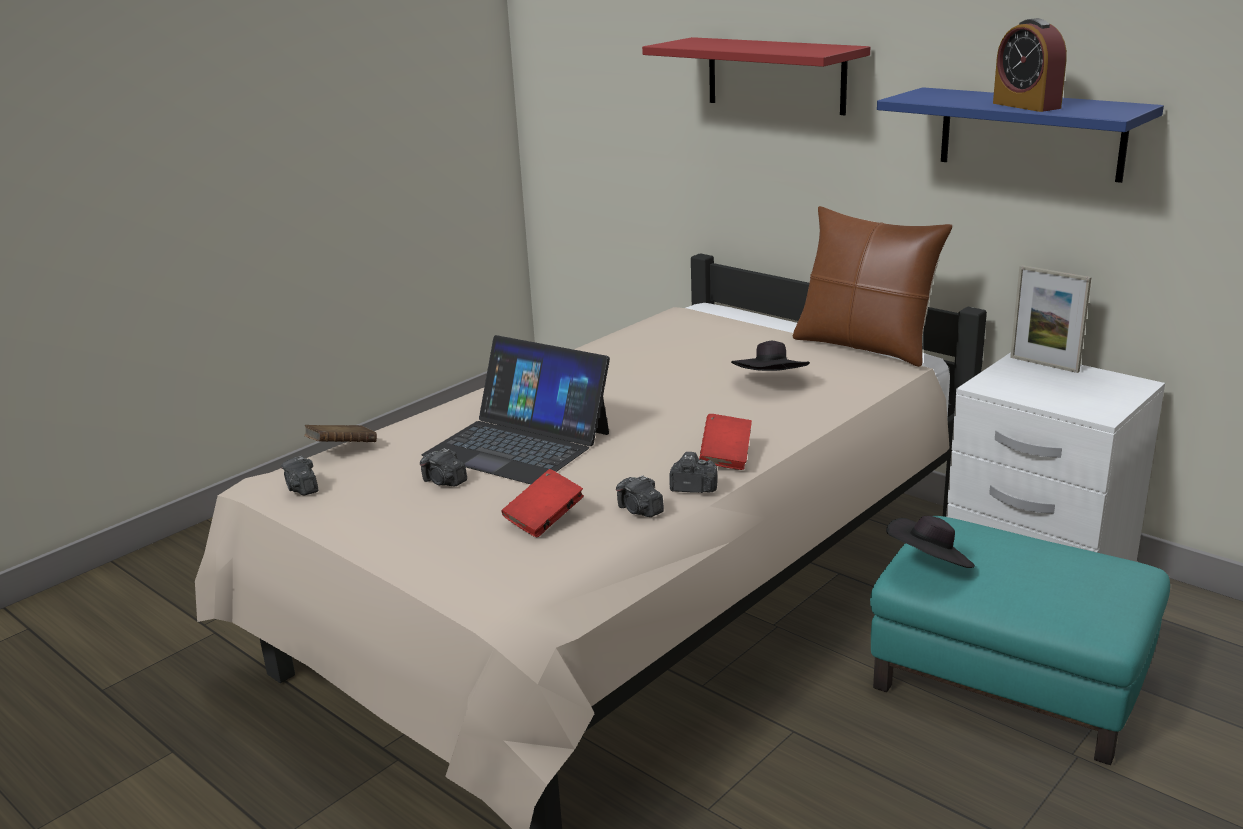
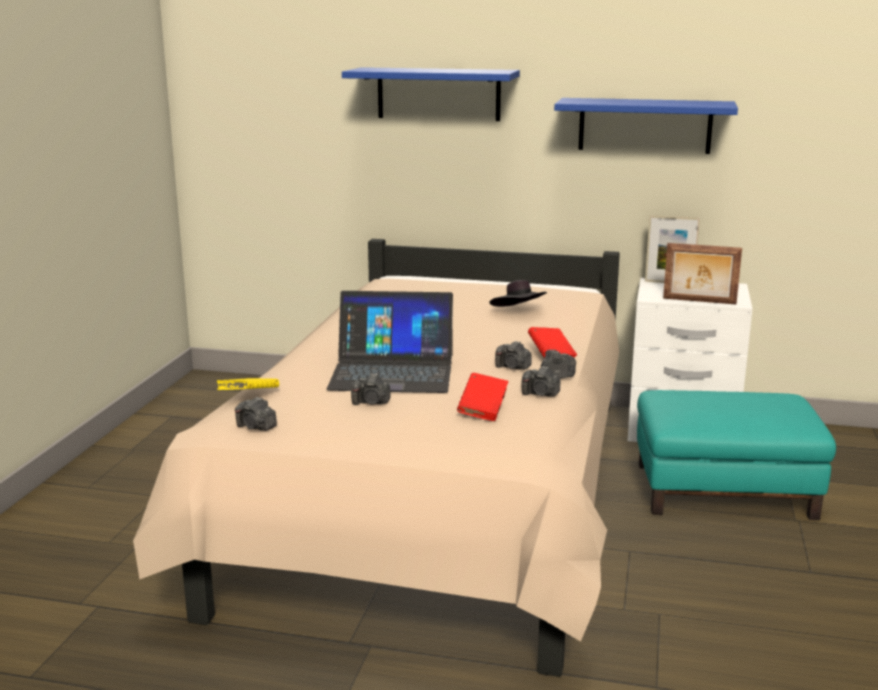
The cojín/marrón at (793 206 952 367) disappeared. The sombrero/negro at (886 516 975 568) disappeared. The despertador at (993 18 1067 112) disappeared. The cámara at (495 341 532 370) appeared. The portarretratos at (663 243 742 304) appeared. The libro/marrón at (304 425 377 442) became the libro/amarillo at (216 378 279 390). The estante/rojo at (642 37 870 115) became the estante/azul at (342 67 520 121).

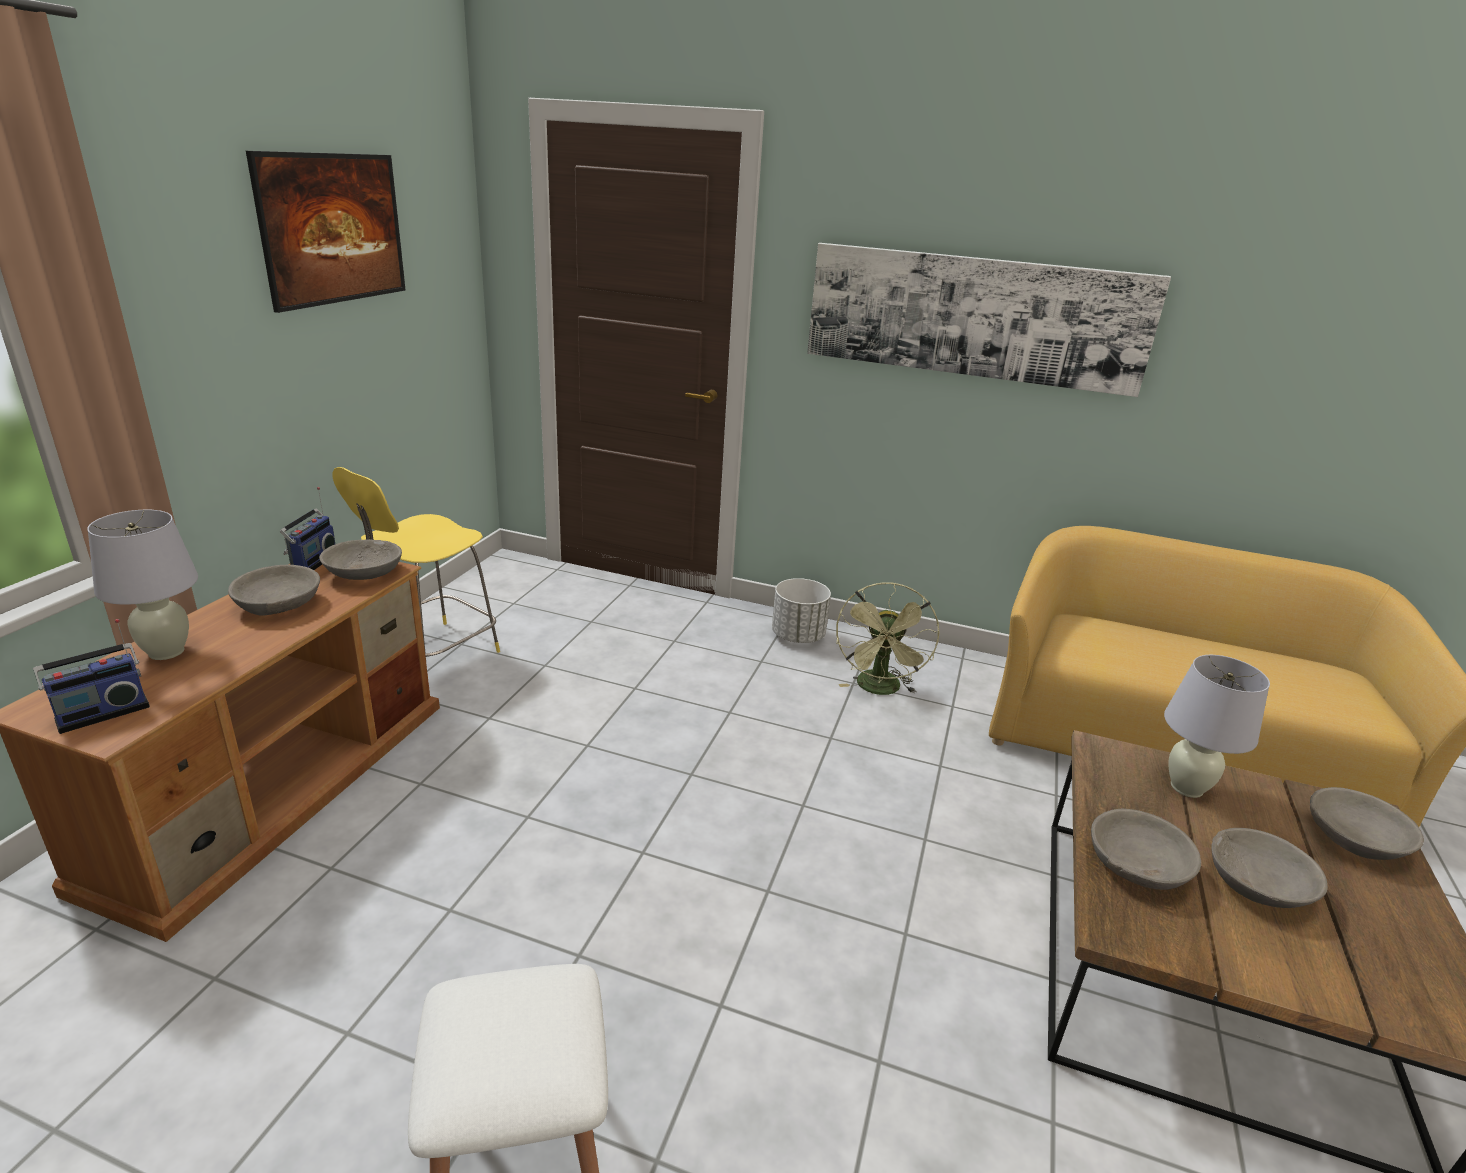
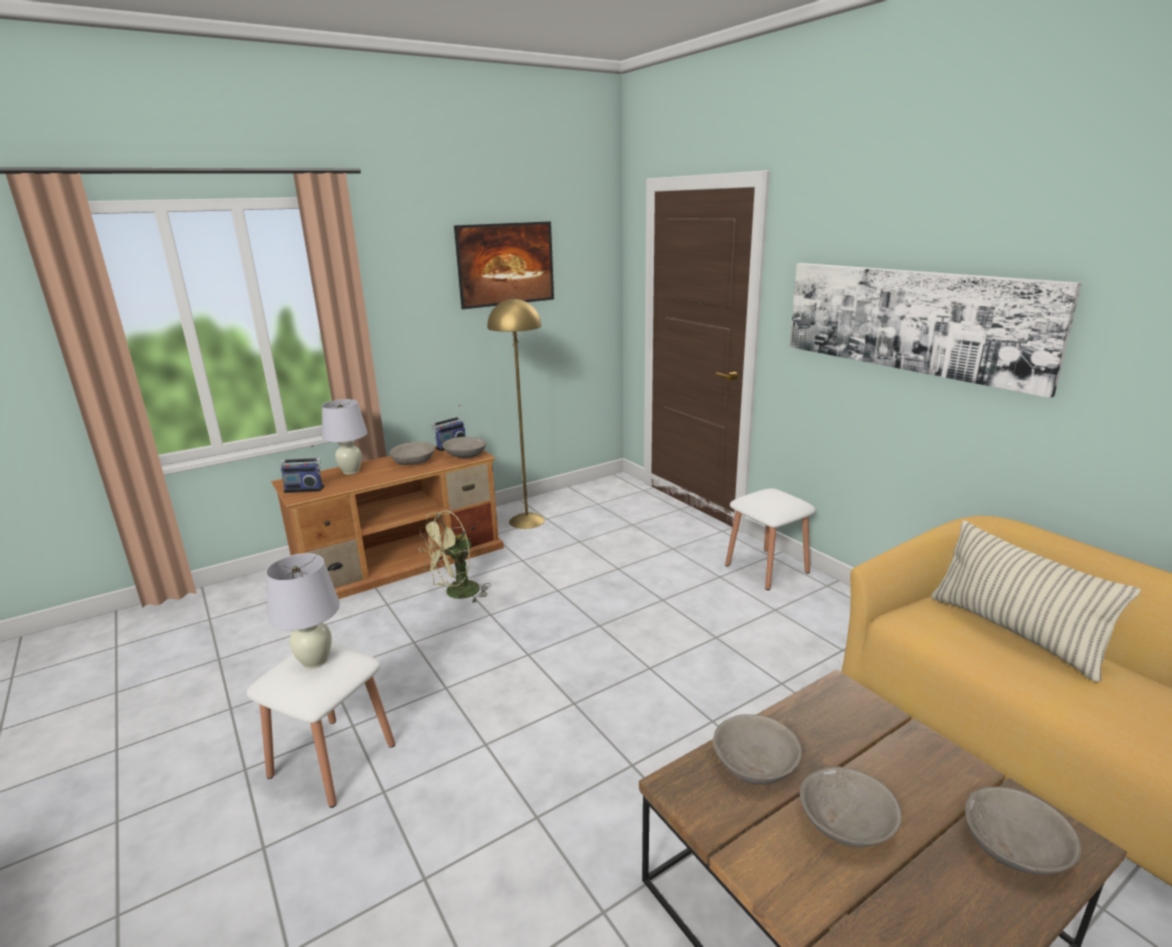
The cojín at (931 520 1141 682) appeared. The ventilador/verde moved from (836 582 940 695) to (419 510 491 602). The lámpara de mesa/blanco moved from (1164 655 1270 798) to (266 553 340 669). The taburete/amarillo at (333 467 500 657) was replaced by the lámpara de pie/amarillo at (487 297 545 529). The maceta/blanco at (772 578 831 643) was replaced by the taburete/blanco at (725 488 816 590).

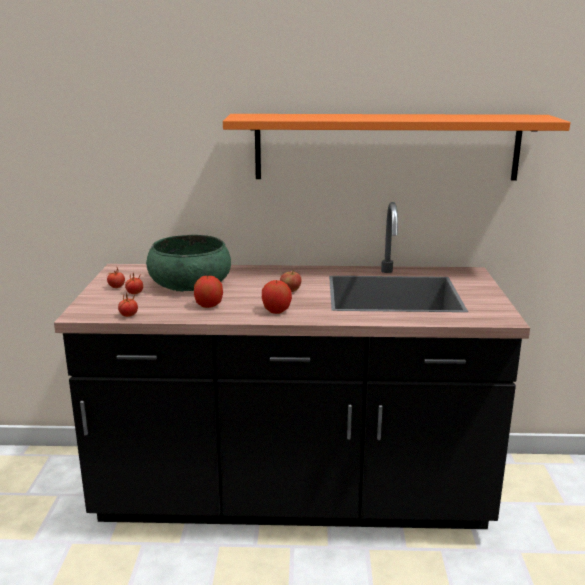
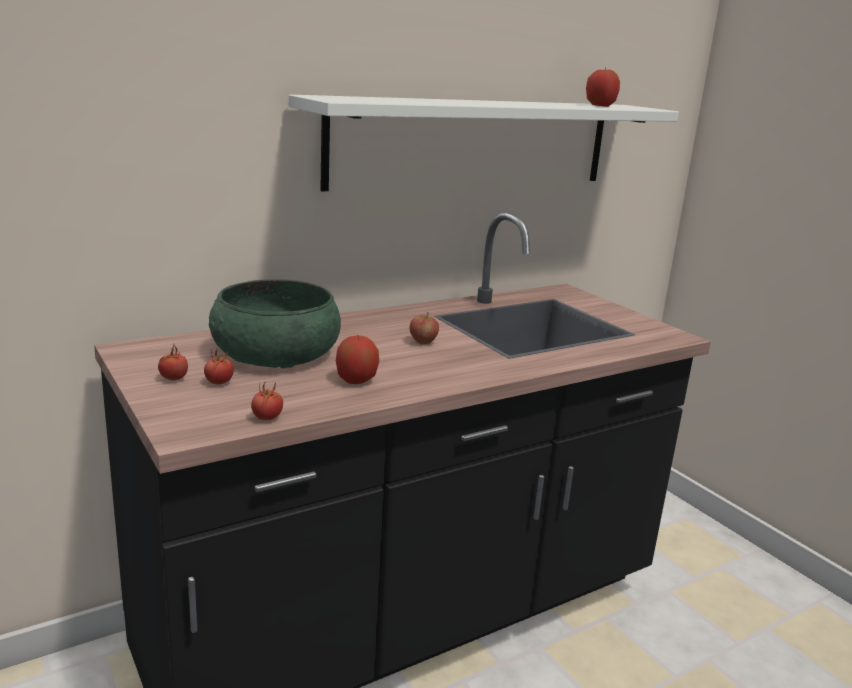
The manzana moved from (262 280 292 314) to (586 68 620 107). The estante/naranja at (223 114 570 181) became the estante/blanco at (289 95 679 191).

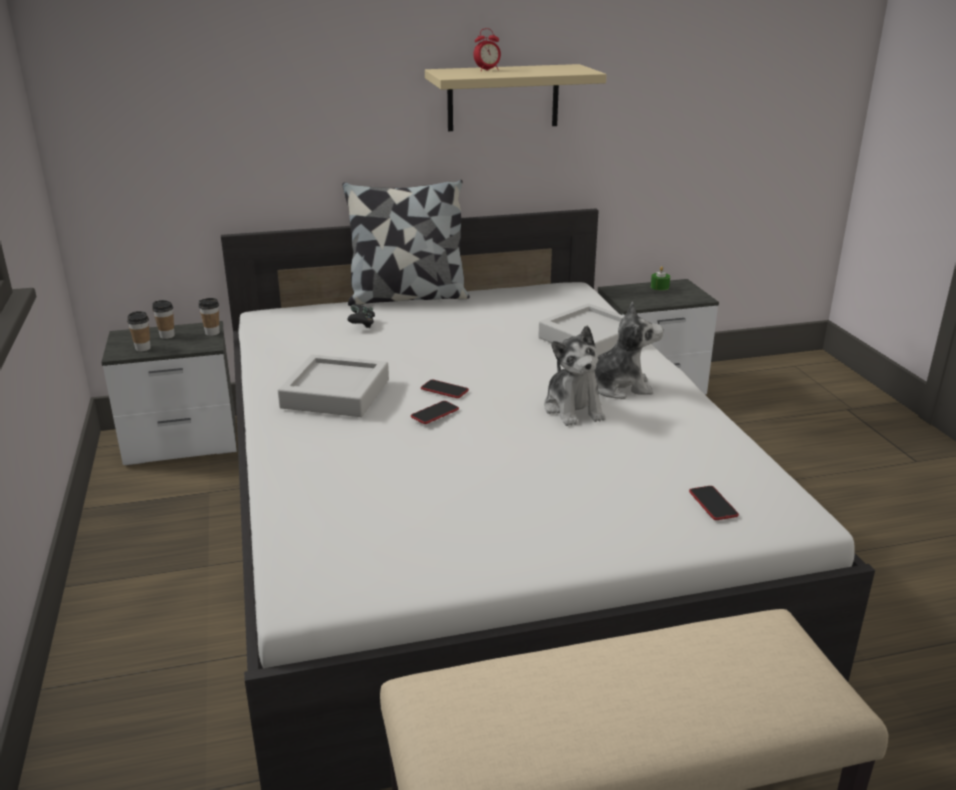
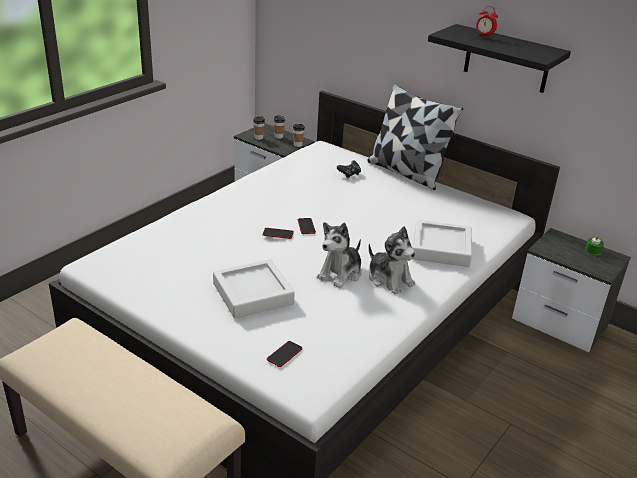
The bandeja/gris moved from (278 355 389 417) to (213 259 295 318). The estante/beis at (425 64 607 131) became the estante/negro at (428 24 571 93).

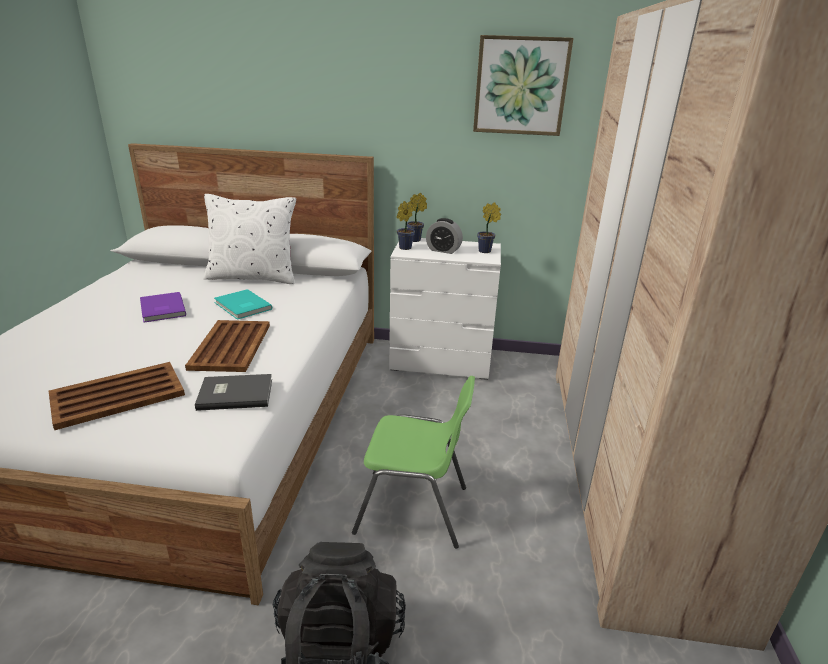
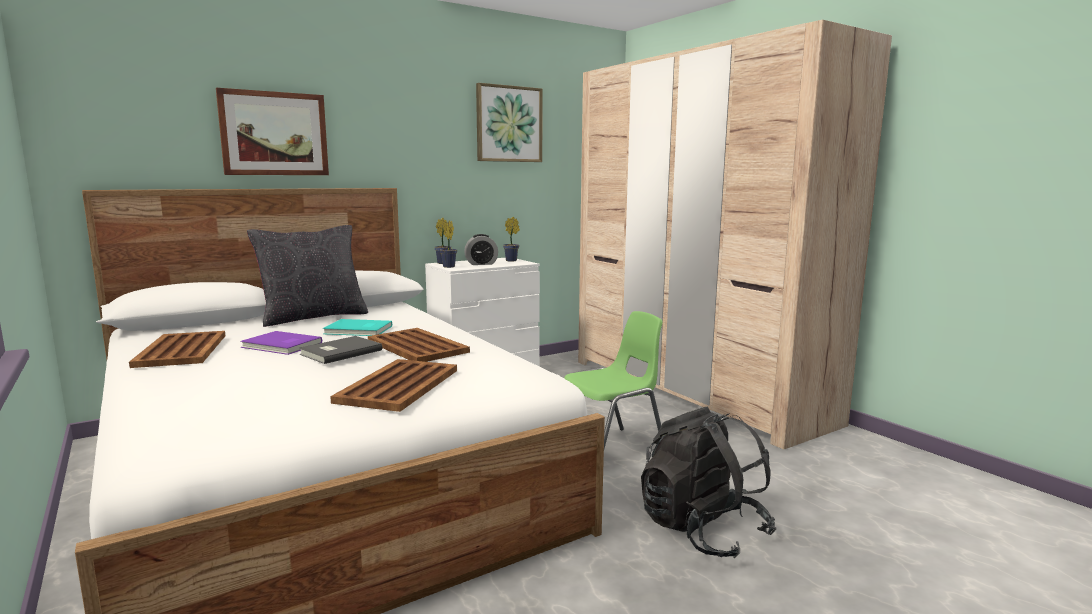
The bandeja/marrón at (129 331 226 368) appeared. The cuadro at (216 88 329 175) appeared. The libro/gris moved from (195 374 272 411) to (299 336 382 364). The cojín/blanco at (204 194 296 284) became the cojín/negro at (247 225 368 327).

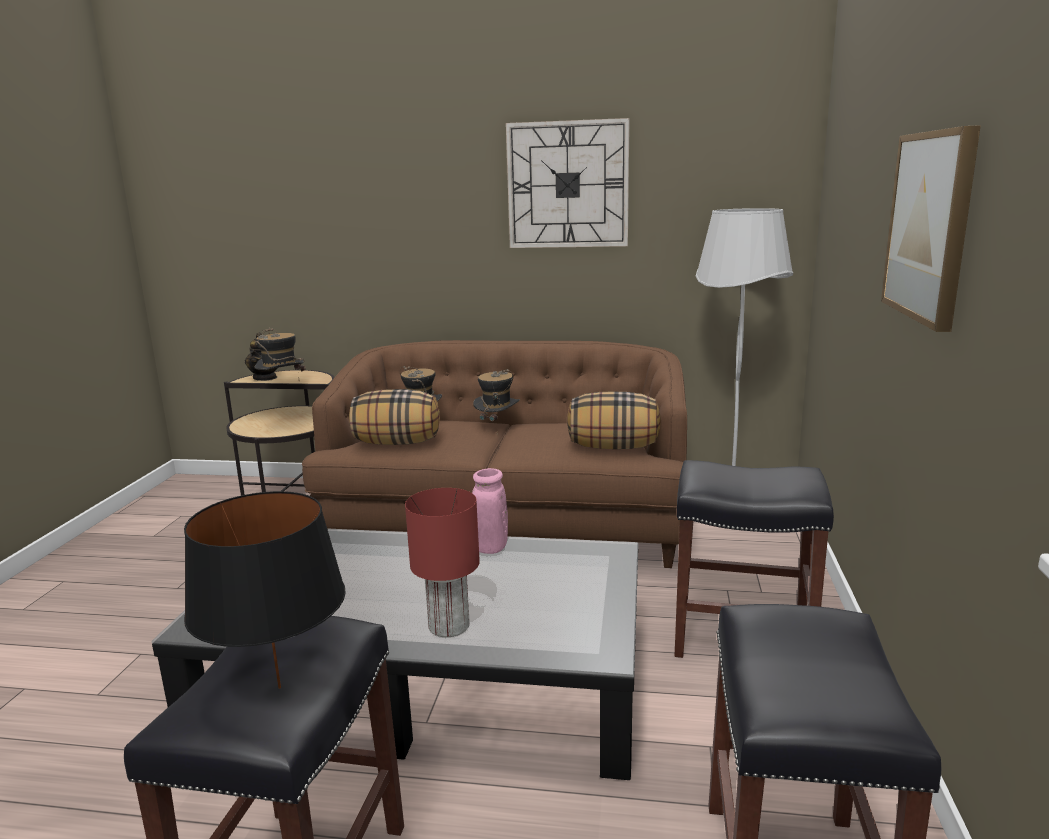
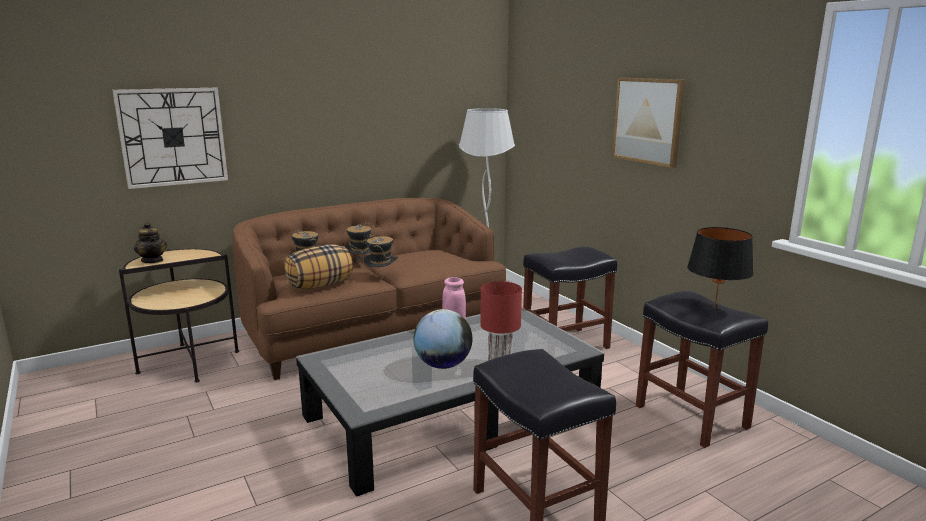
The cojín at (567 392 661 449) disappeared. The globo terráqueo at (413 309 472 369) appeared. The lámpara de mesa/negro moved from (184 491 346 689) to (687 227 754 308). The sombrero moved from (254 328 305 376) to (363 234 398 267). The reloj de pared moved from (506 118 630 248) to (112 88 228 189).

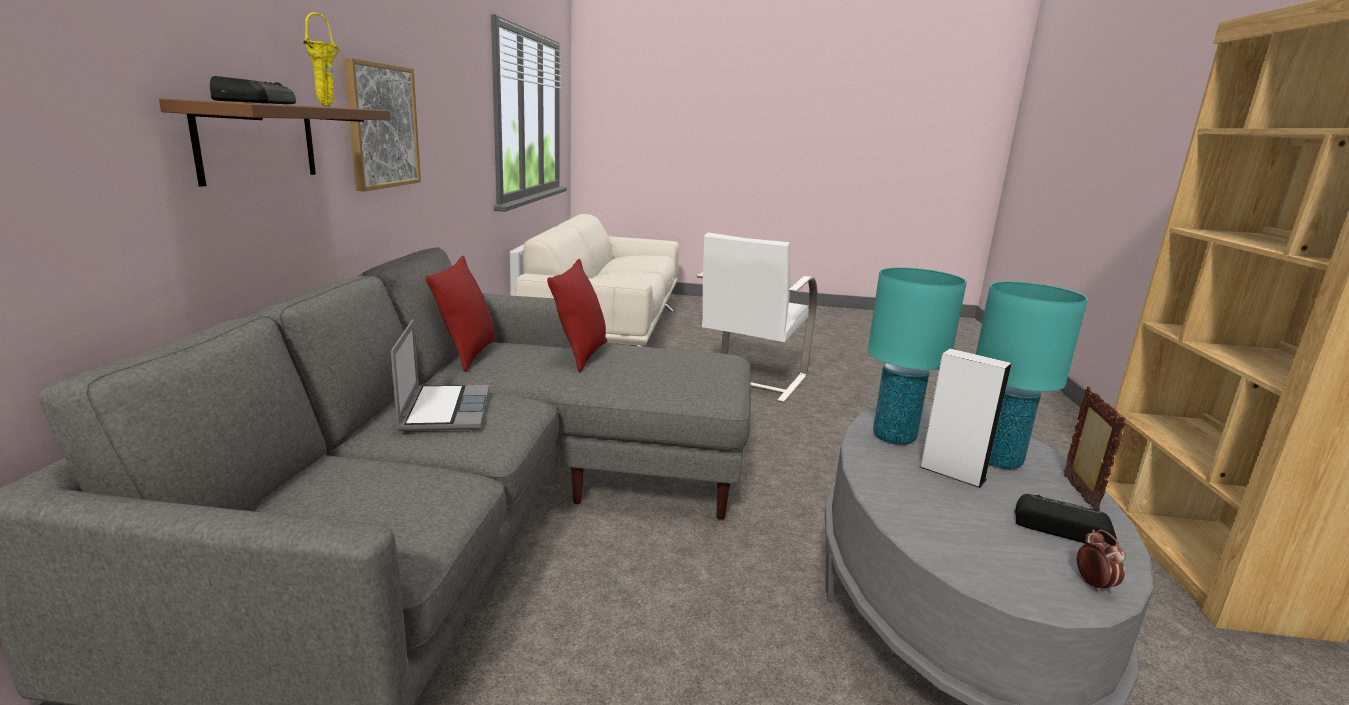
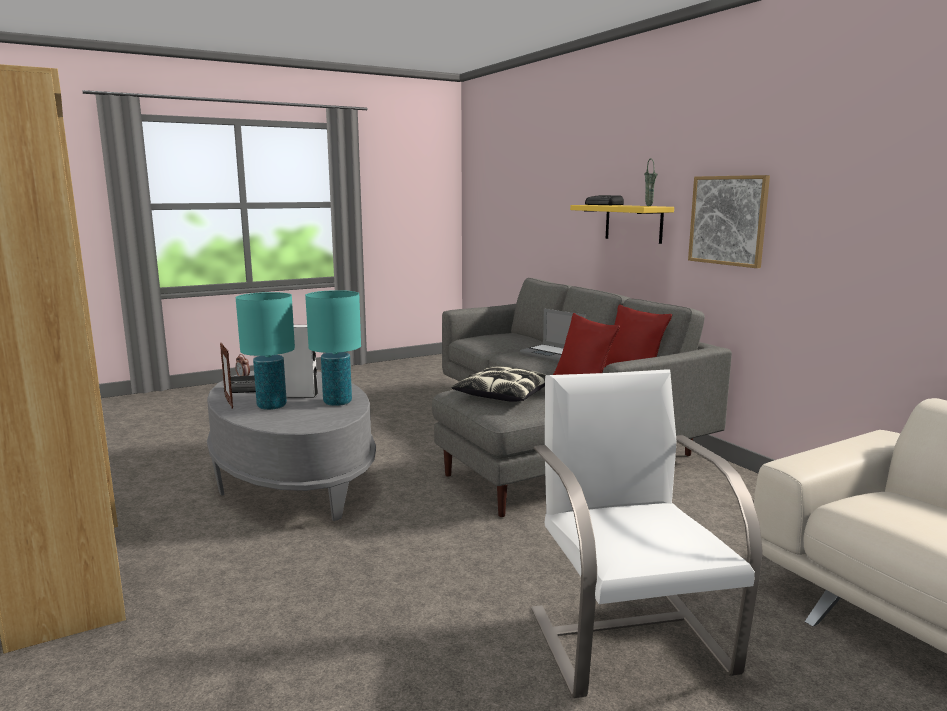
The cojín at (452 366 546 402) appeared. The estante/marrón at (159 98 390 187) became the estante/amarillo at (570 205 674 244). The florero/amarillo at (303 12 339 106) became the florero/verde at (644 158 658 206).

